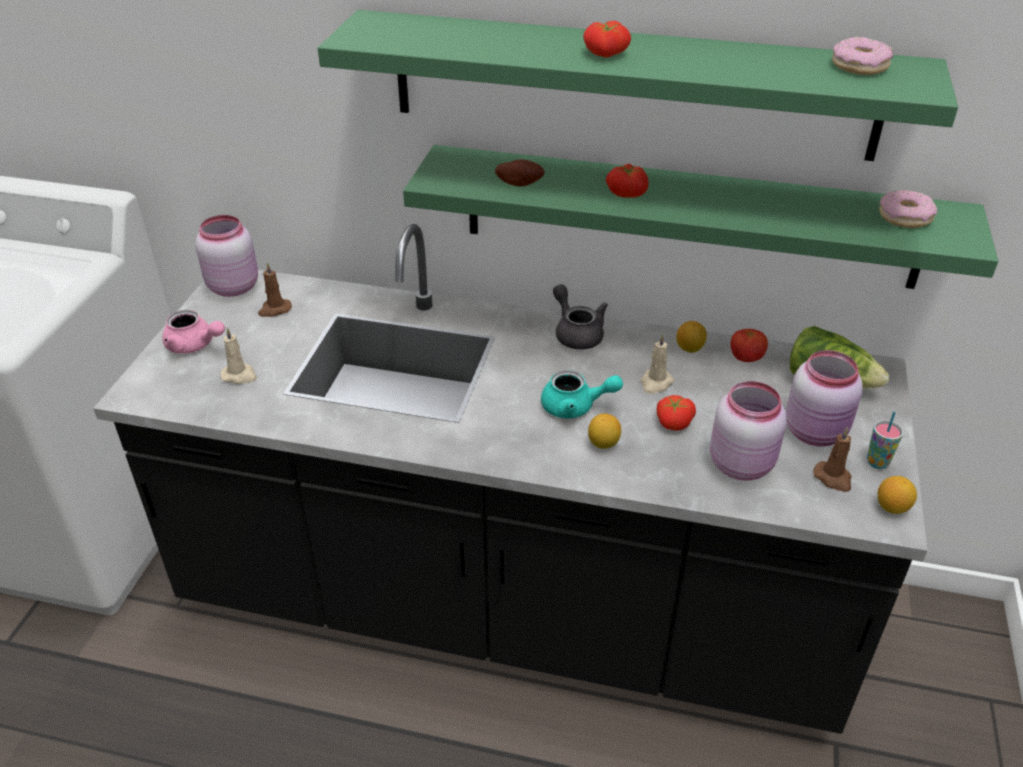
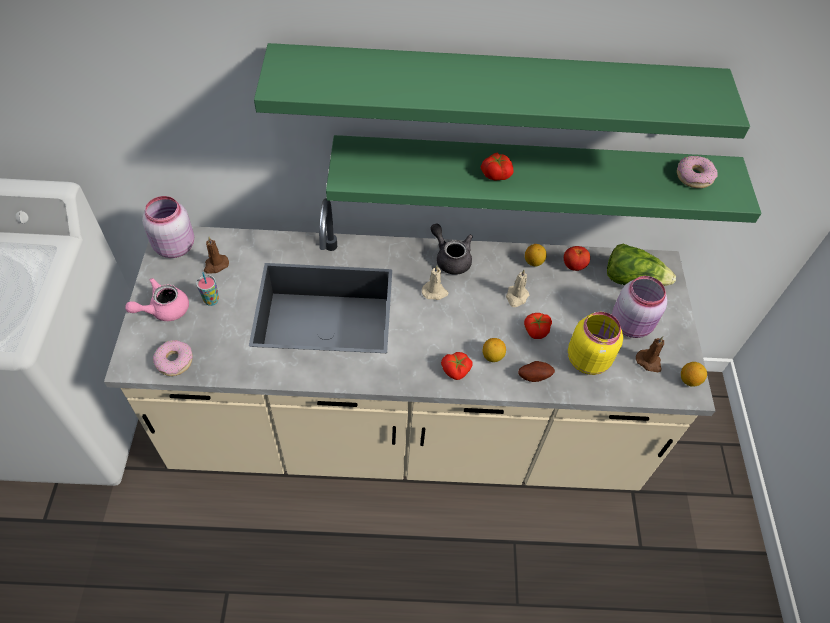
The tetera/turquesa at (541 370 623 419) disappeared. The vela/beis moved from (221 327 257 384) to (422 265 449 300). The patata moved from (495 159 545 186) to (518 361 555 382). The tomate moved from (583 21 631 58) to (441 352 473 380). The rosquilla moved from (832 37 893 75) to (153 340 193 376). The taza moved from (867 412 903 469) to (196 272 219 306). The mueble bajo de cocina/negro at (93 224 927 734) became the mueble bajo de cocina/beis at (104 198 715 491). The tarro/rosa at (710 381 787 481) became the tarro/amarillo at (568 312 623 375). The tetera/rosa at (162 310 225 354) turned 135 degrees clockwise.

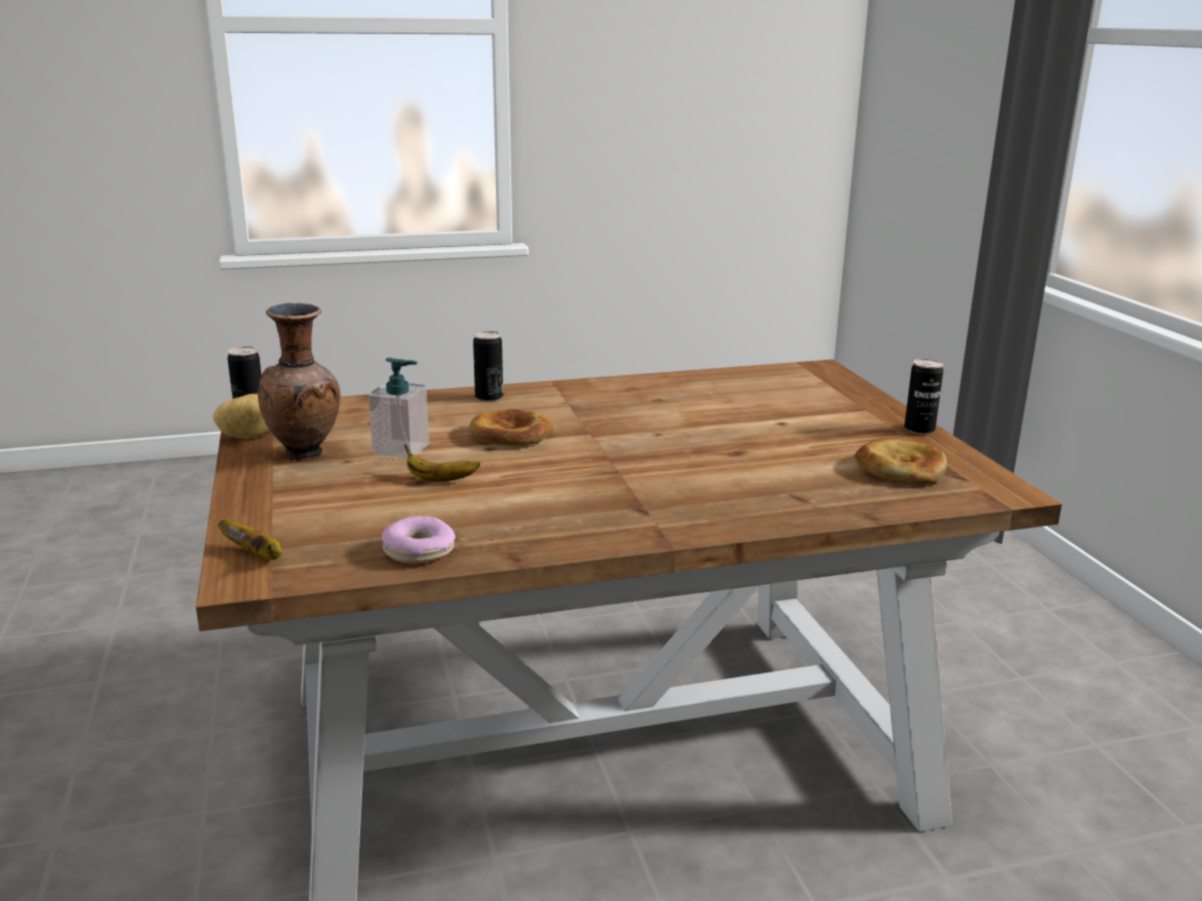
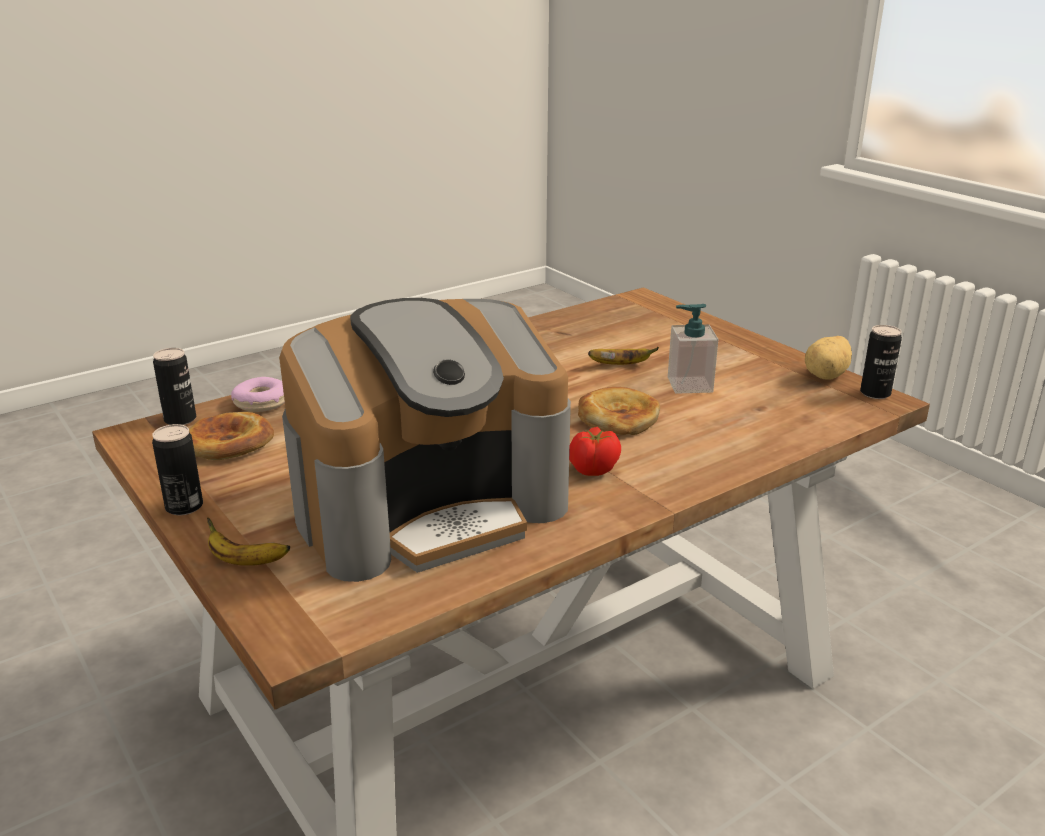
The florero/marrón at (258 303 340 461) disappeared. The cafetera at (279 298 571 582) appeared. The tomate at (569 427 621 476) appeared. The plátano moved from (218 520 283 560) to (207 517 290 566). The rosquilla moved from (382 516 456 564) to (231 377 285 412). The lata moved from (473 331 503 401) to (153 348 196 425).

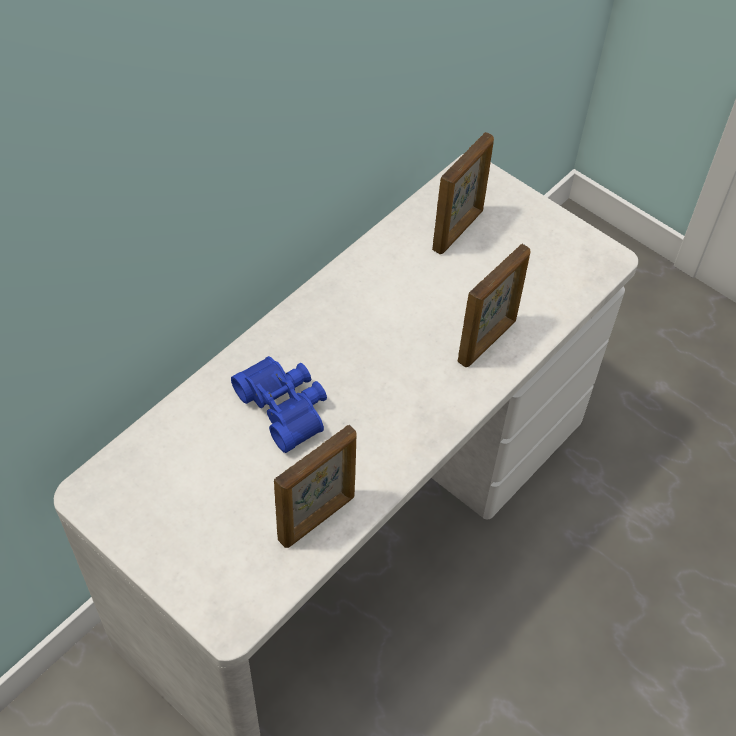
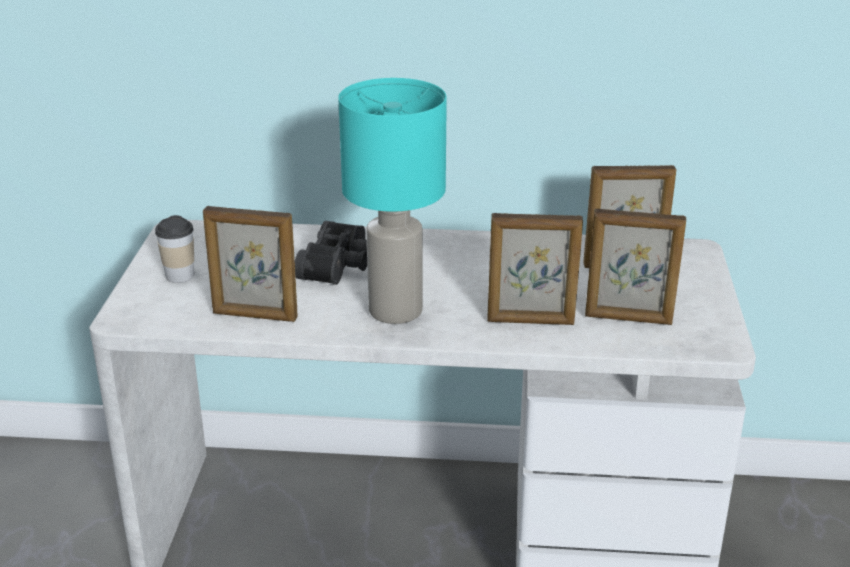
The taza at (155 215 194 283) appeared. The lámpara de mesa/turquesa at (338 78 447 324) appeared. The portarretratos at (585 208 686 325) appeared. The prismáticos/azul at (231 356 327 453) became the prismáticos/negro at (295 221 367 285).

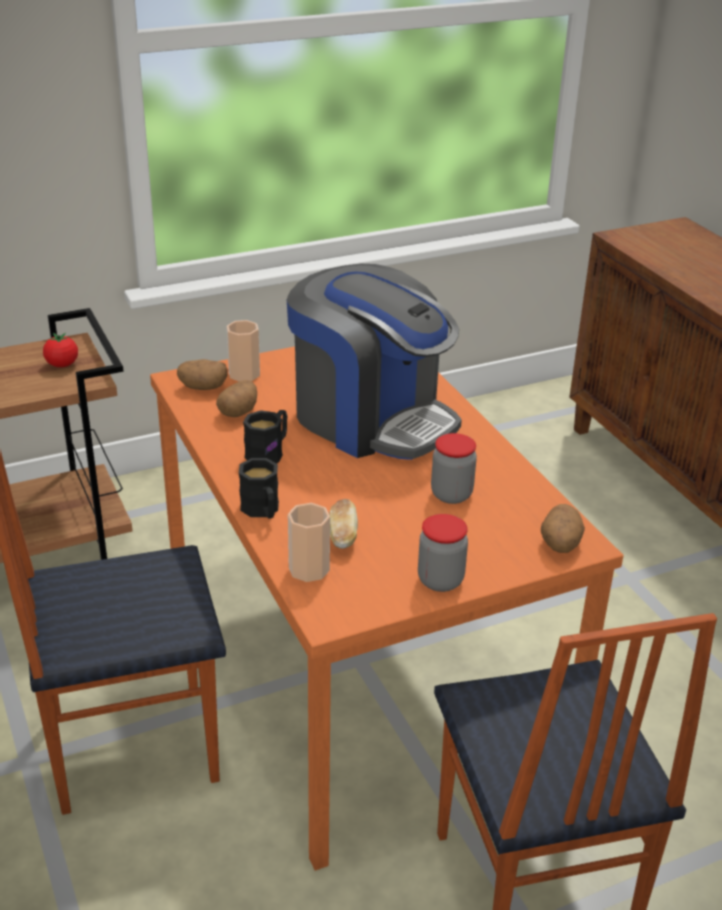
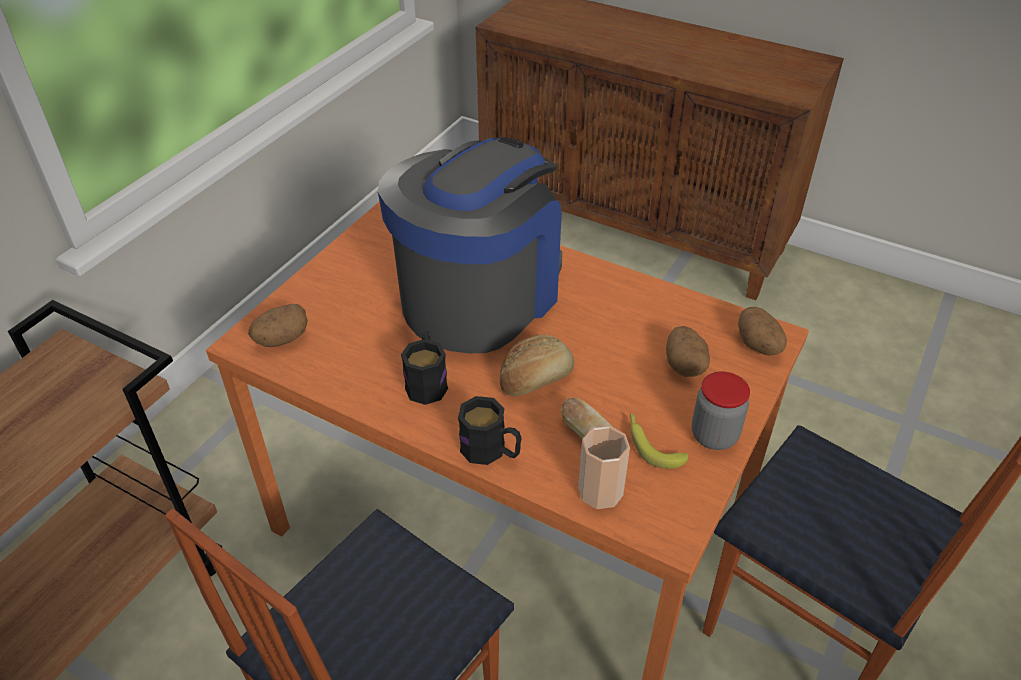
The tomate at (43 333 78 367) disappeared. The taza at (227 320 260 381) disappeared. The tarro at (431 433 477 504) disappeared. The pan at (500 335 574 396) appeared. The plátano at (630 413 688 469) appeared. The patata moved from (216 380 257 417) to (666 326 710 377). The cafetera at (287 264 462 460) turned 60 degrees counterclockwise.

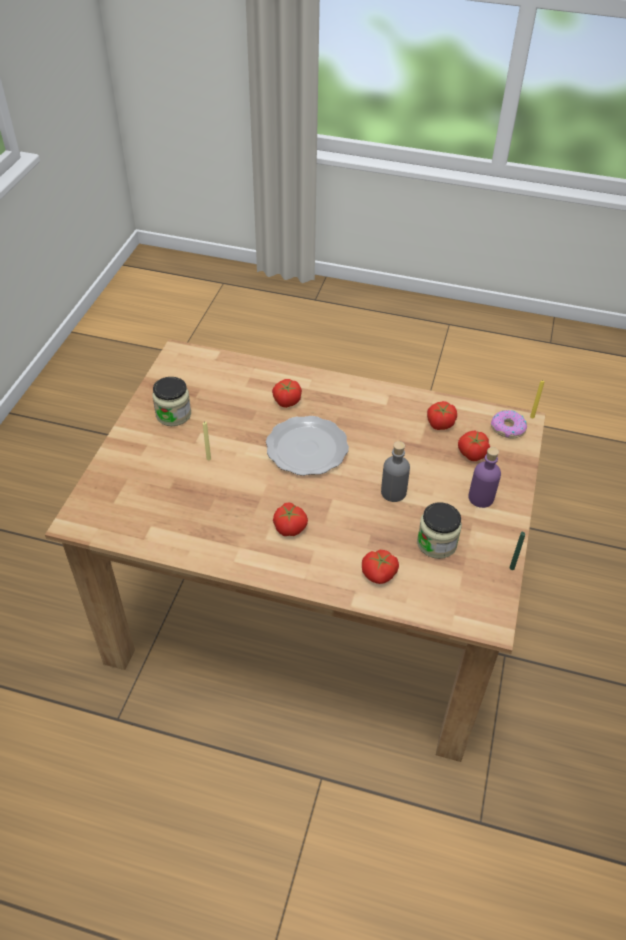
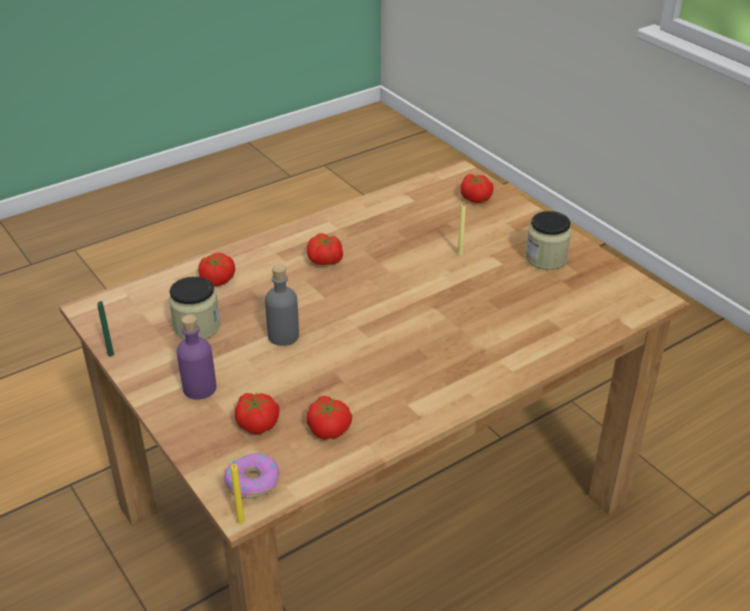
The plato at (266 416 349 476) disappeared. The tomate moved from (272 379 302 408) to (460 174 493 203).

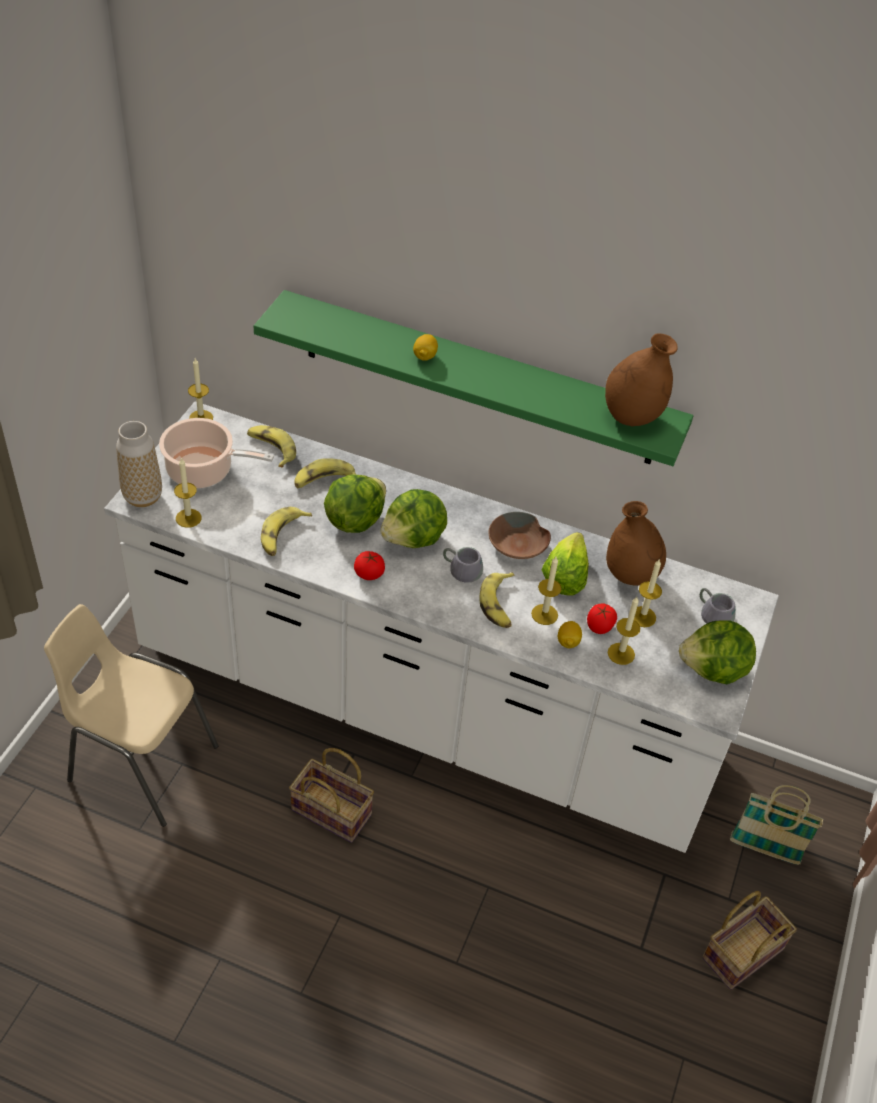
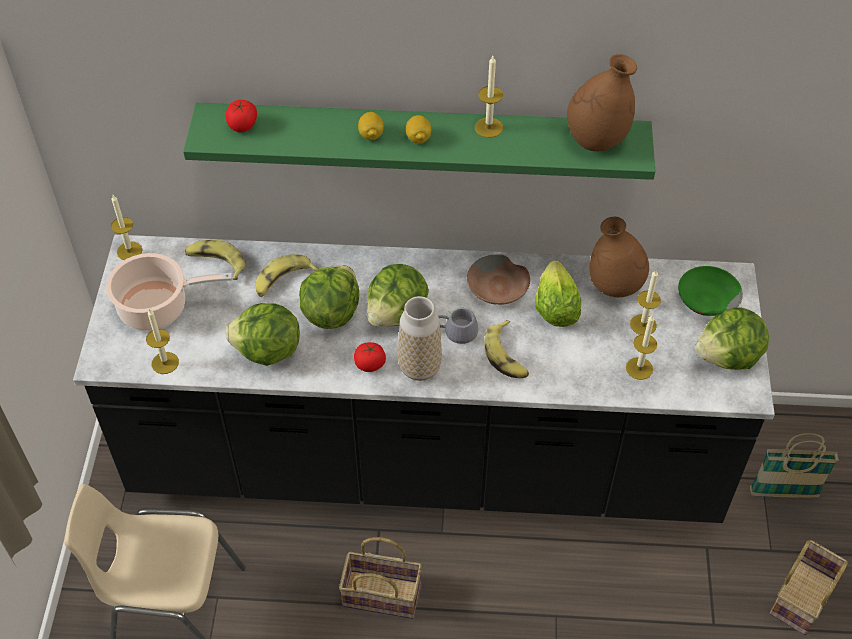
The florero moved from (116 421 162 507) to (398 296 442 381). The vela moved from (531 557 562 625) to (475 56 503 138). The limón moved from (558 621 582 648) to (406 115 431 144). The tomate moved from (587 604 617 634) to (226 100 257 132). The plátano at (261 507 312 556) was replaced by the lechuga at (225 303 300 366). The taza grande/gris at (700 588 736 624) was replaced by the cuenco/verde at (678 266 743 316). The mueble bajo de cocina/blanco at (104 401 779 853) became the mueble bajo de cocina/negro at (73 235 775 523).

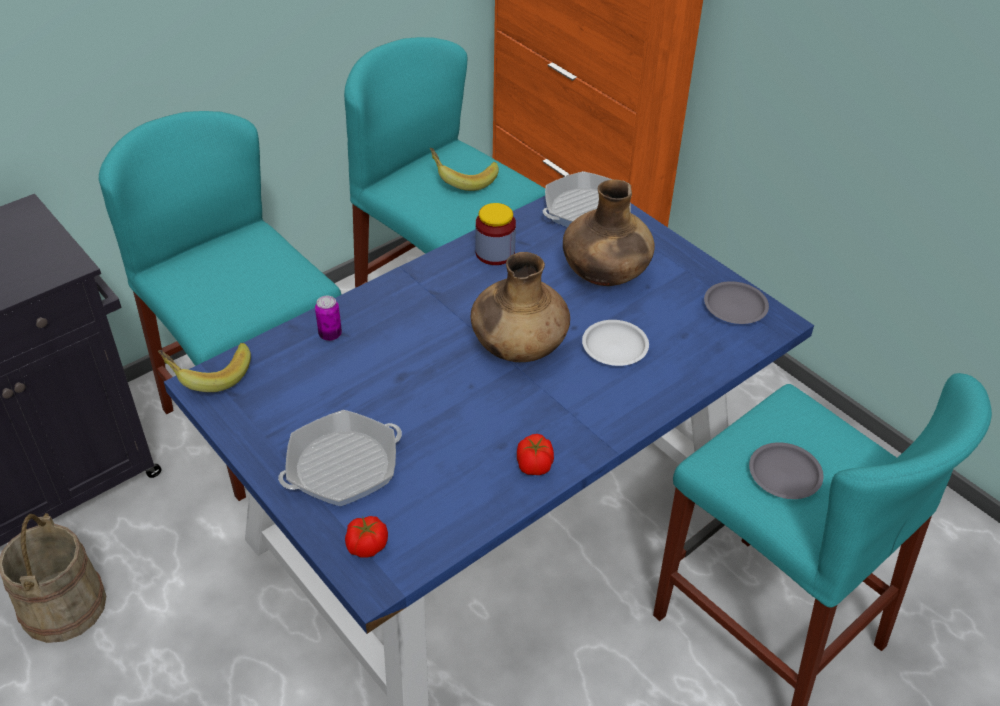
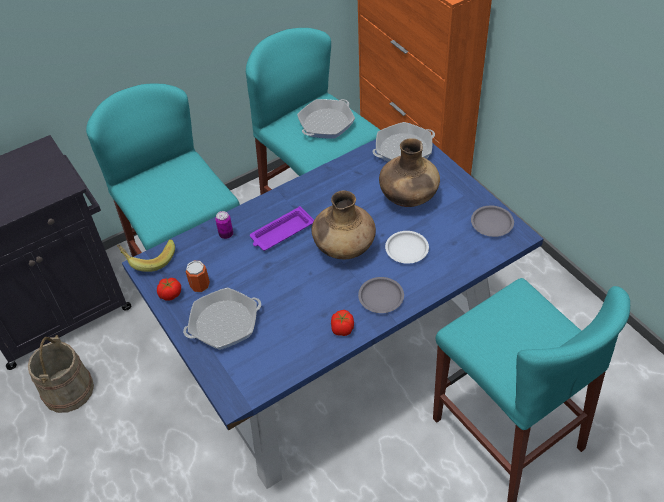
The tarro at (475 203 516 265) disappeared. The lata at (186 261 210 292) appeared. The bandeja/morado at (250 206 314 251) appeared. The tomate moved from (345 516 388 558) to (157 278 181 301). The plato/gris moved from (749 442 823 499) to (358 277 404 313). The plátano at (430 148 499 191) was replaced by the sartén at (297 99 355 139).

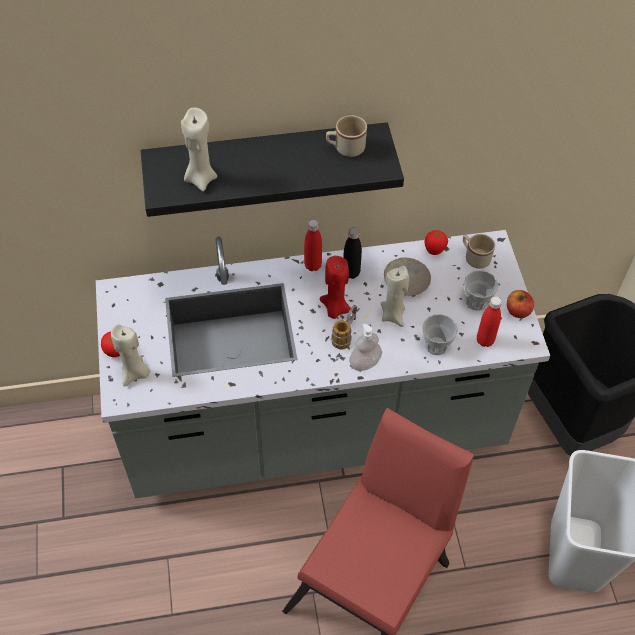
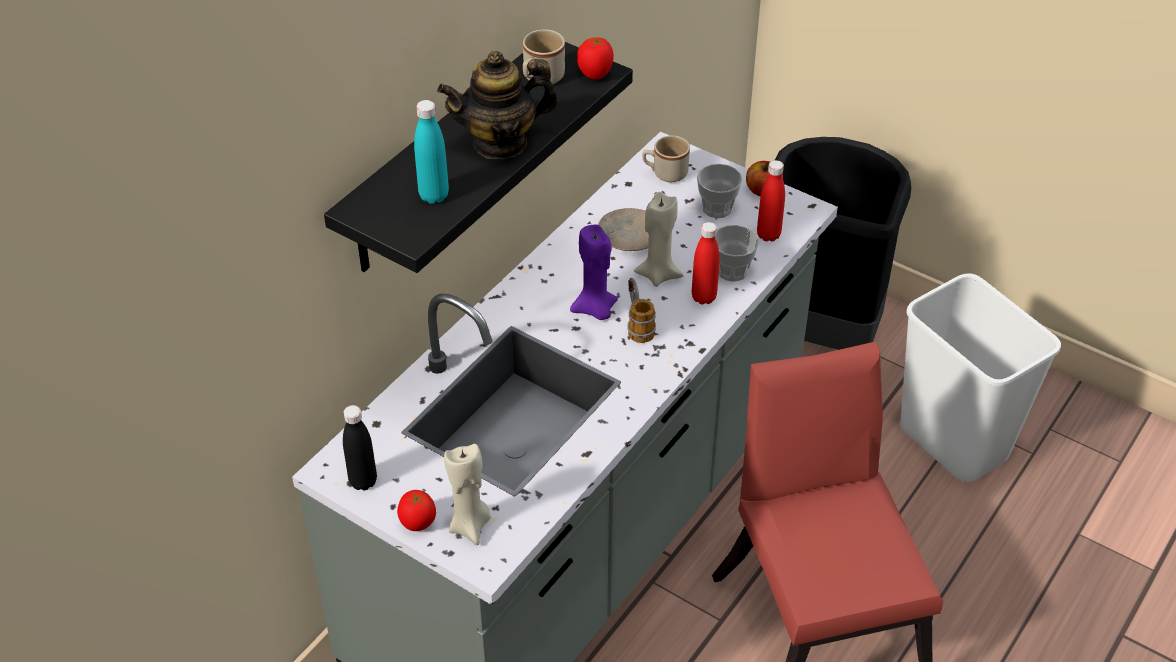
The dispensador de jabón at (349 324 382 371) disappeared. The tetera at (437 51 558 159) appeared. The botella/rojo moved from (304 220 322 271) to (692 222 720 305). The botella/negro moved from (343 227 362 279) to (343 405 377 490). The tomate moved from (424 230 448 255) to (577 37 614 80). The vela/beis at (181 108 217 192) was replaced by the botella/turquesa at (414 100 449 204). The vela/rojo at (320 256 351 319) became the vela/morado at (570 224 618 320).

